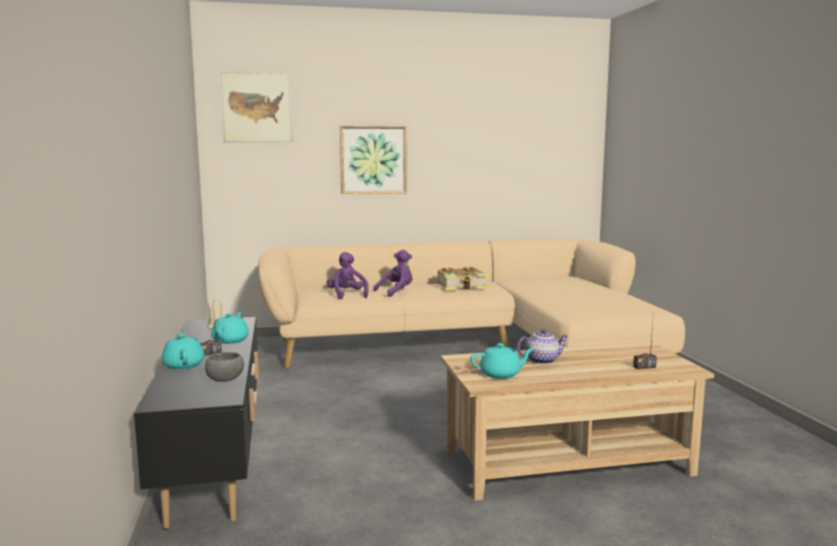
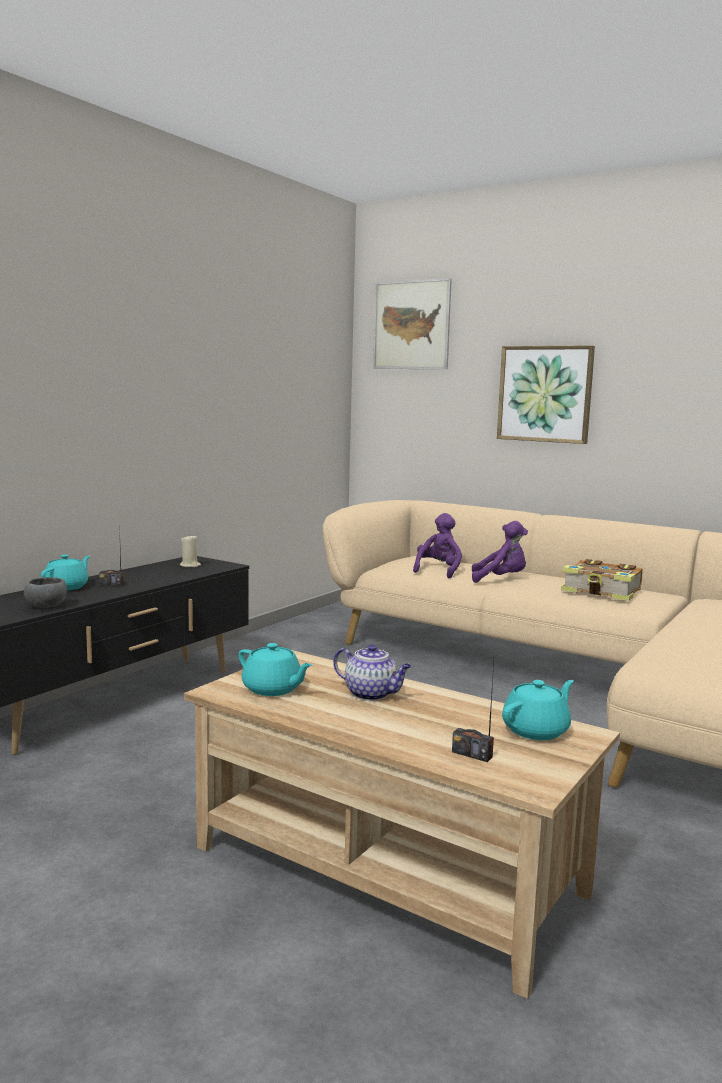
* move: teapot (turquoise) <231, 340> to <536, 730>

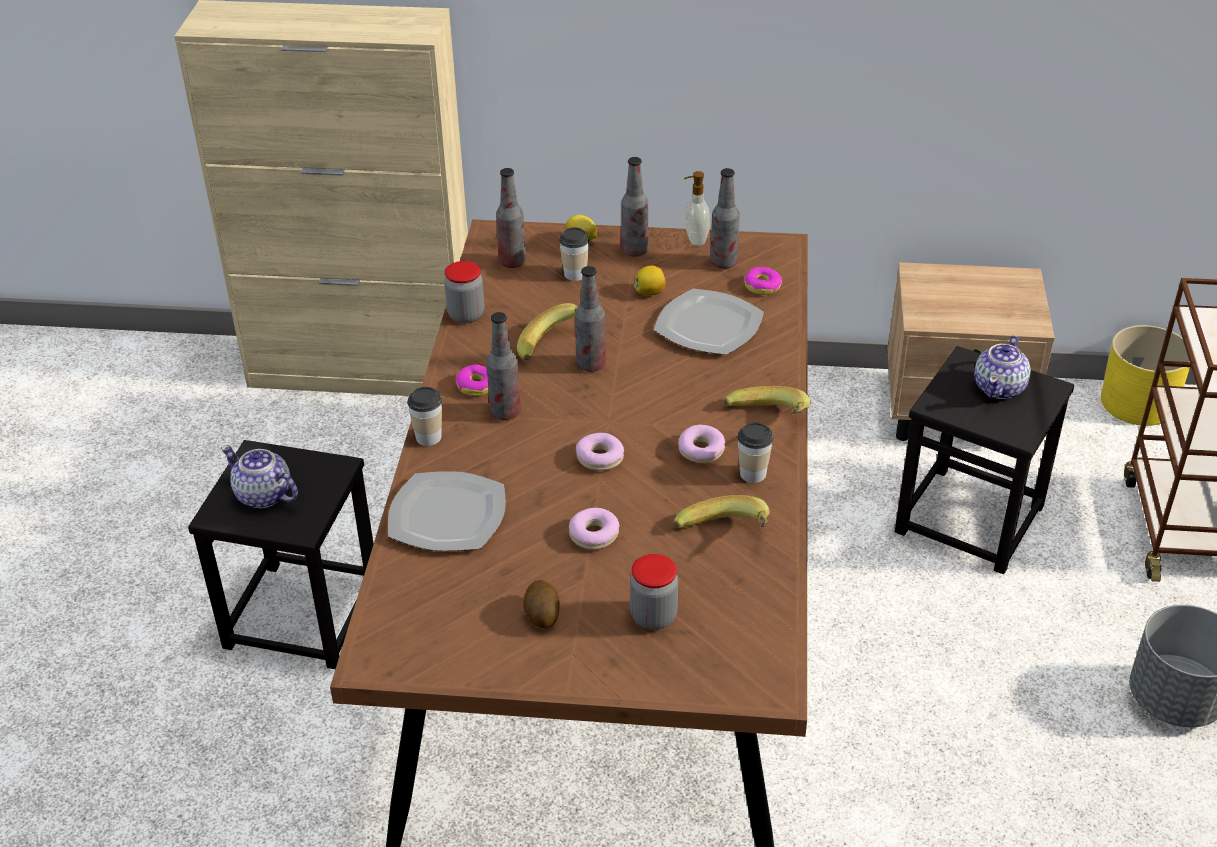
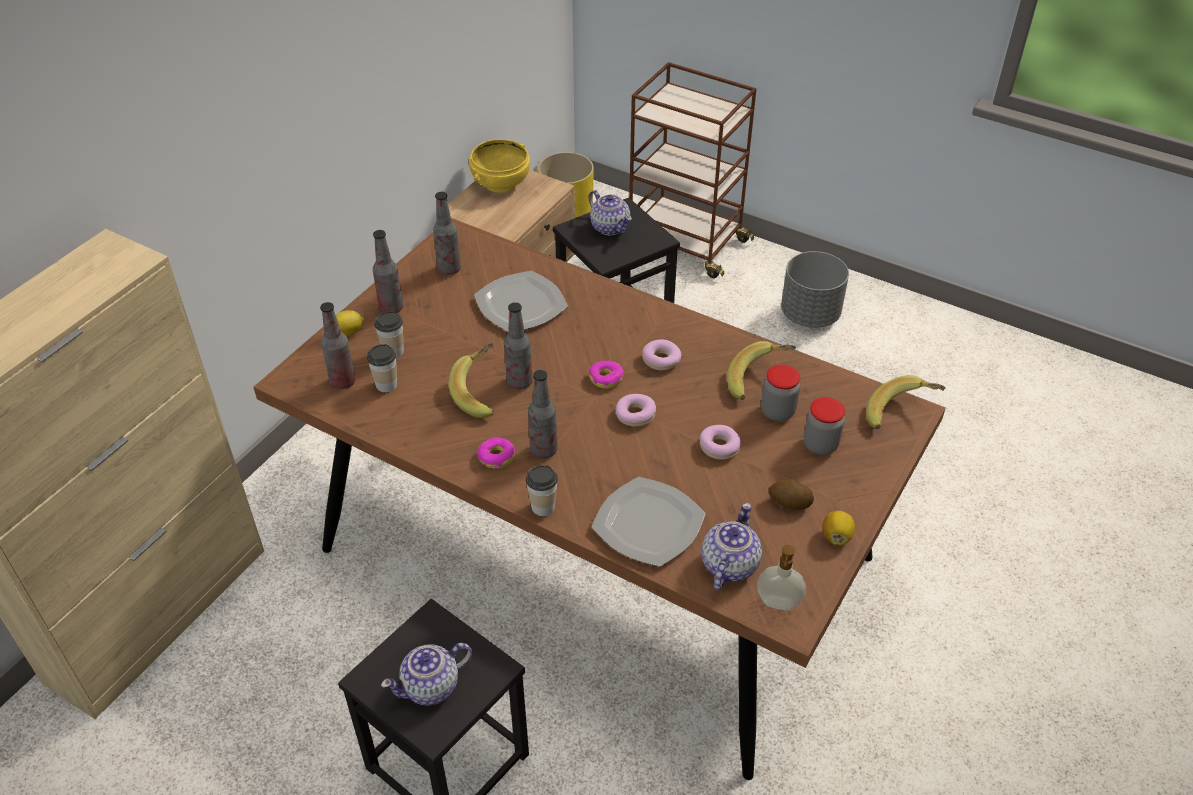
* insert: bowl (yellow) <500, 183>
* insert: teapot <728, 565>
* move: jar <466, 315> to <777, 411>
* move: lemon <650, 292> to <836, 536>
* move: soap dispenser <695, 239> to <778, 604>
* move: banana <767, 421> to <901, 415>
* move: cup <753, 473> to <386, 385>
* move: donut <762, 286> to <606, 378>

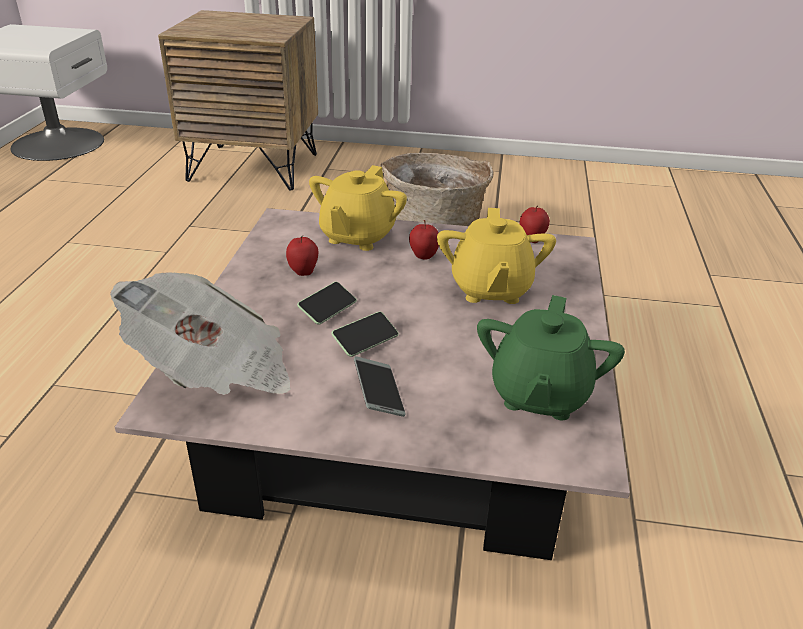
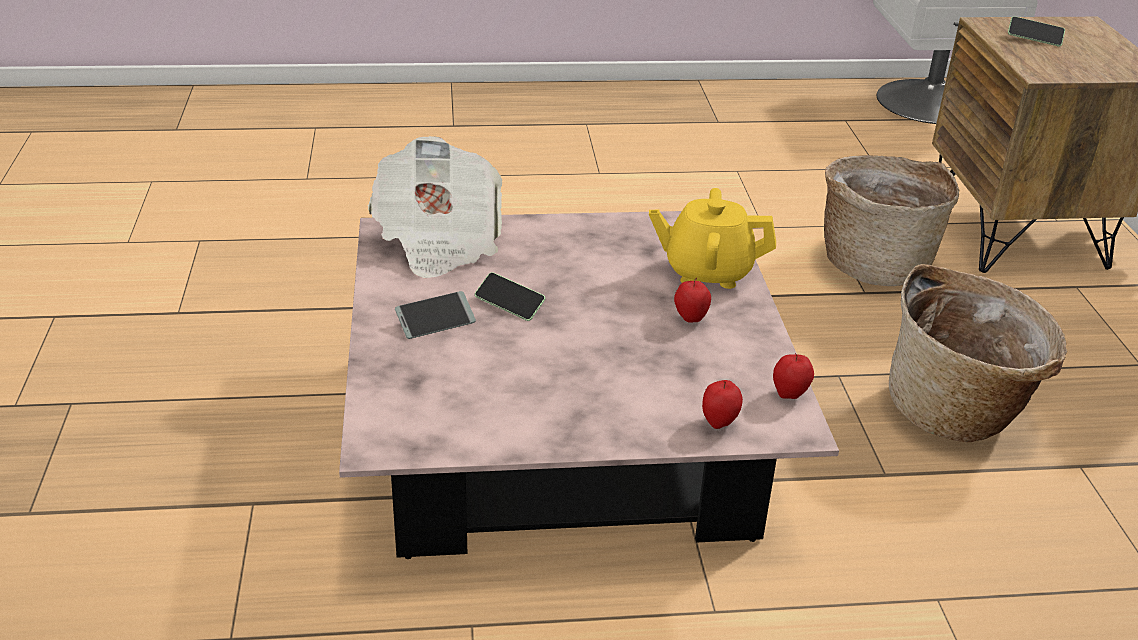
* delete: teapot (yellow) <490, 289>
* delete: teapot (green) <539, 395>
* insert: basket <875, 264>
* move: apple <303, 272> to <719, 422>
* move: phone <328, 310> to <1034, 39>

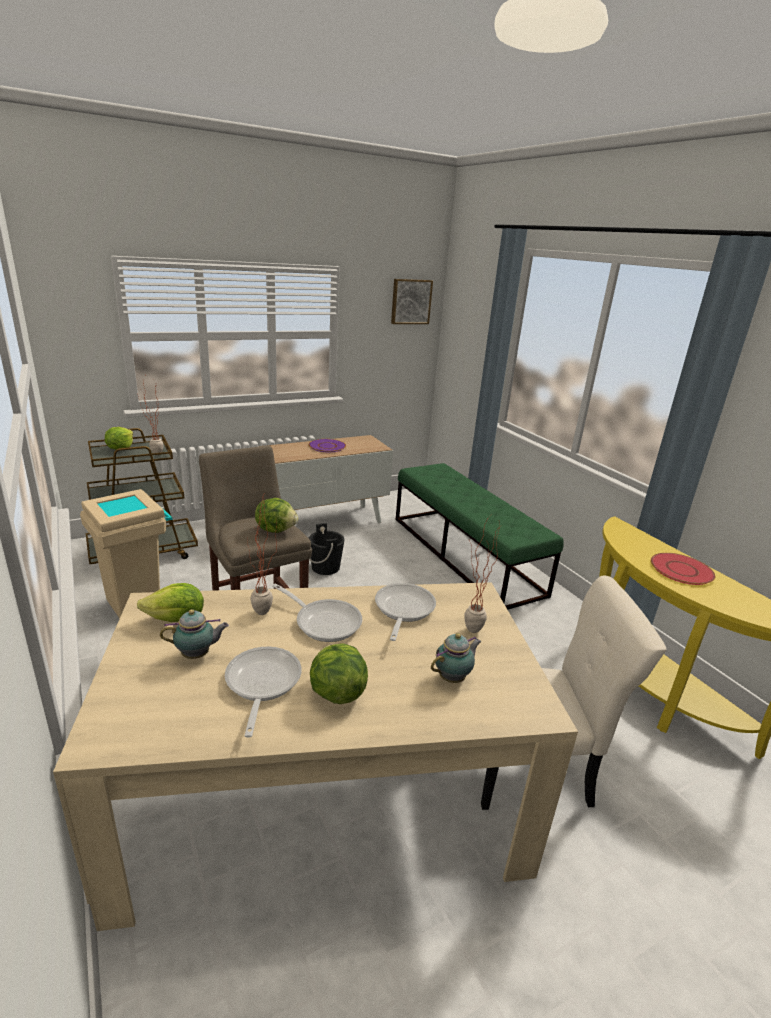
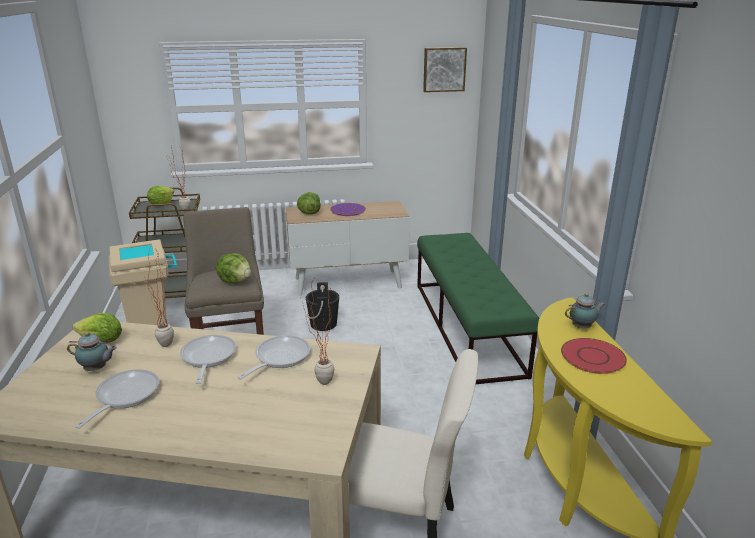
* move: lettuce <336, 692> to <309, 213>
* move: teapot <453, 678> to <582, 327>
* rotate: frying pan <324, 621> = <207, 358> 150 degrees counterclockwise

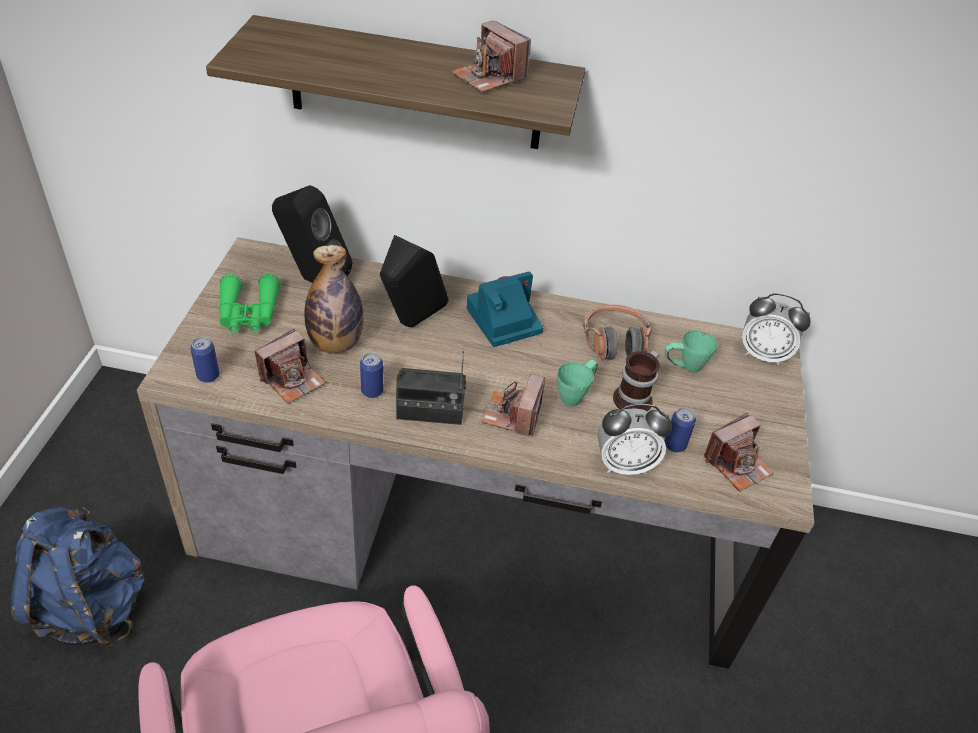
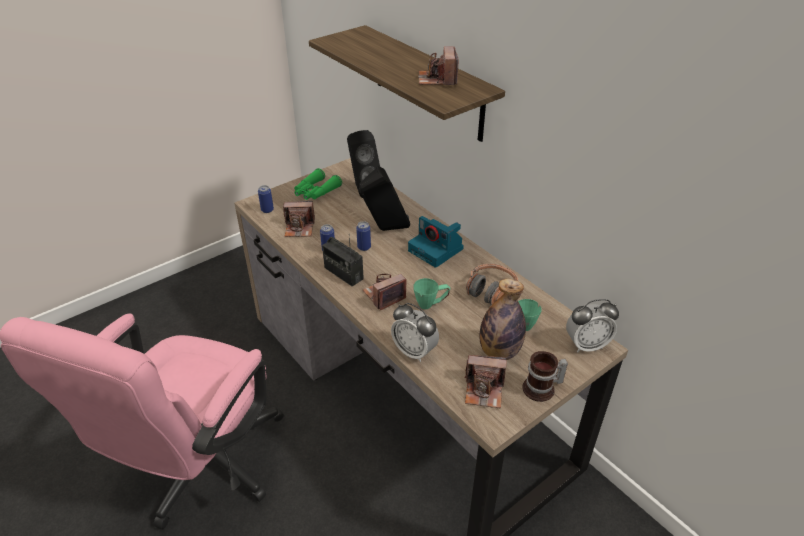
* delete: backpack (blue) <92, 606>
* move: bottle <335, 343> to <499, 352>
* move: mug <636, 398> to <542, 389>
* move: can <674, 445> to <364, 247>
* rotate: photo camera <503, 321> = <437, 250> 150 degrees counterclockwise
* rotate: alarm clock <763, 354> = <586, 345> 75 degrees counterclockwise

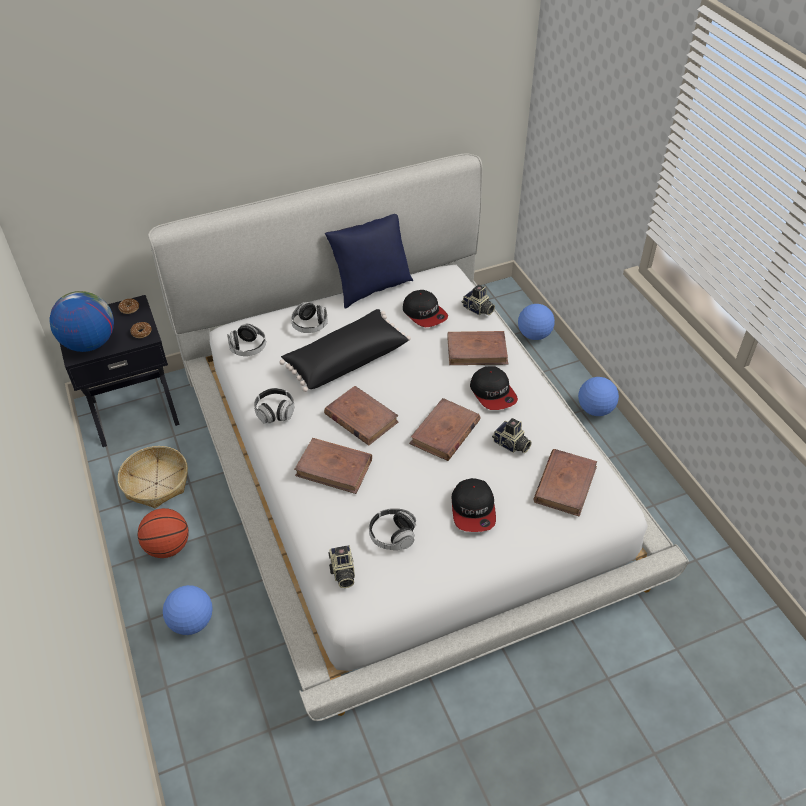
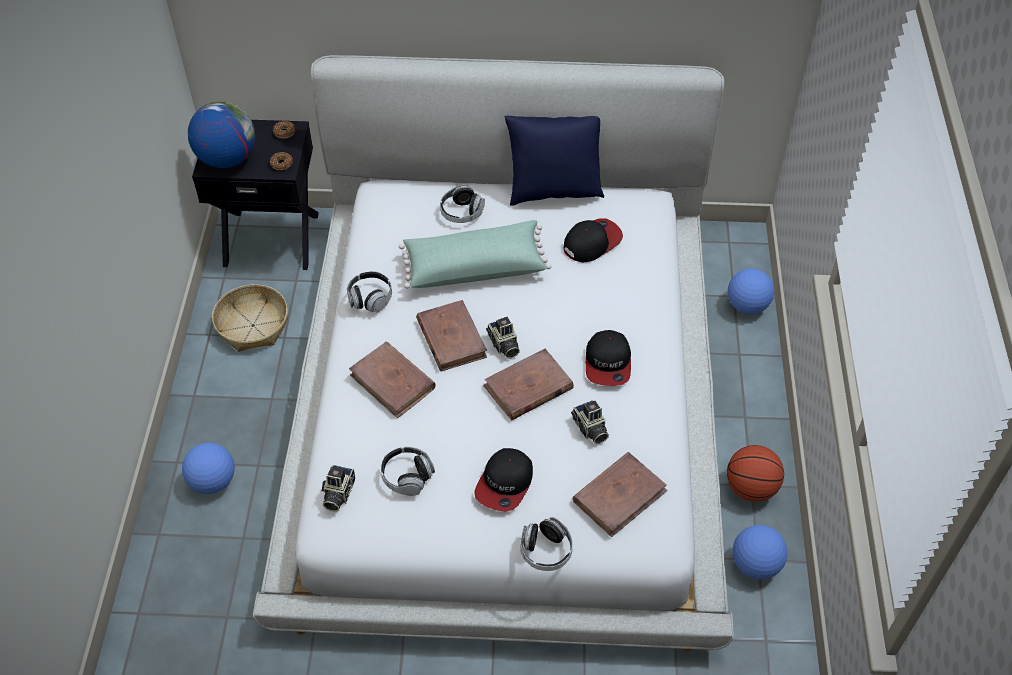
* delete: book (brown) <477, 351>
* move: basketball <168, 547> to <750, 488>
* move: headphones <248, 348> to <546, 551>
* move: photo camera <478, 309> to <503, 345>
* move: football <595, 410> to <755, 565>
* recolor: pillow (black) <345, 360> to pillow (green) <474, 266>
* rotate: cap <425, 313> = <592, 242> 120 degrees counterclockwise

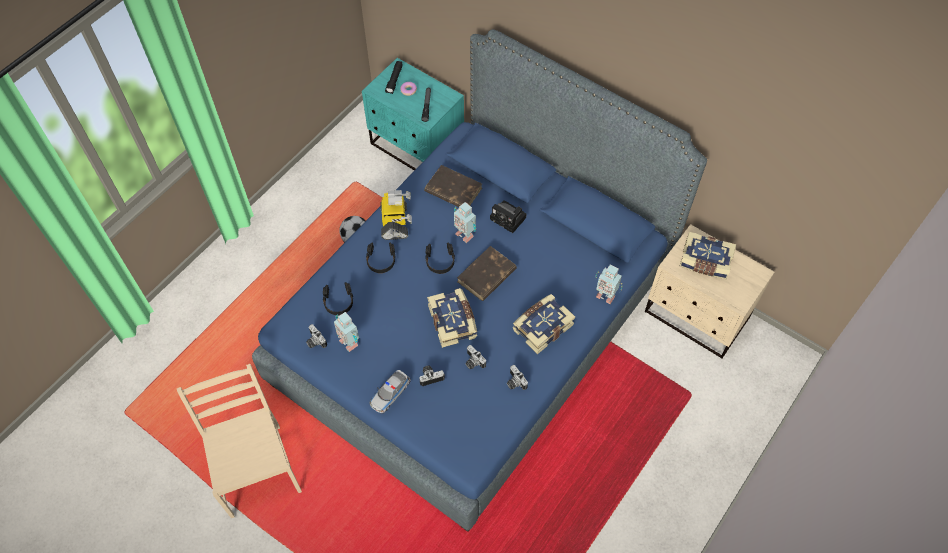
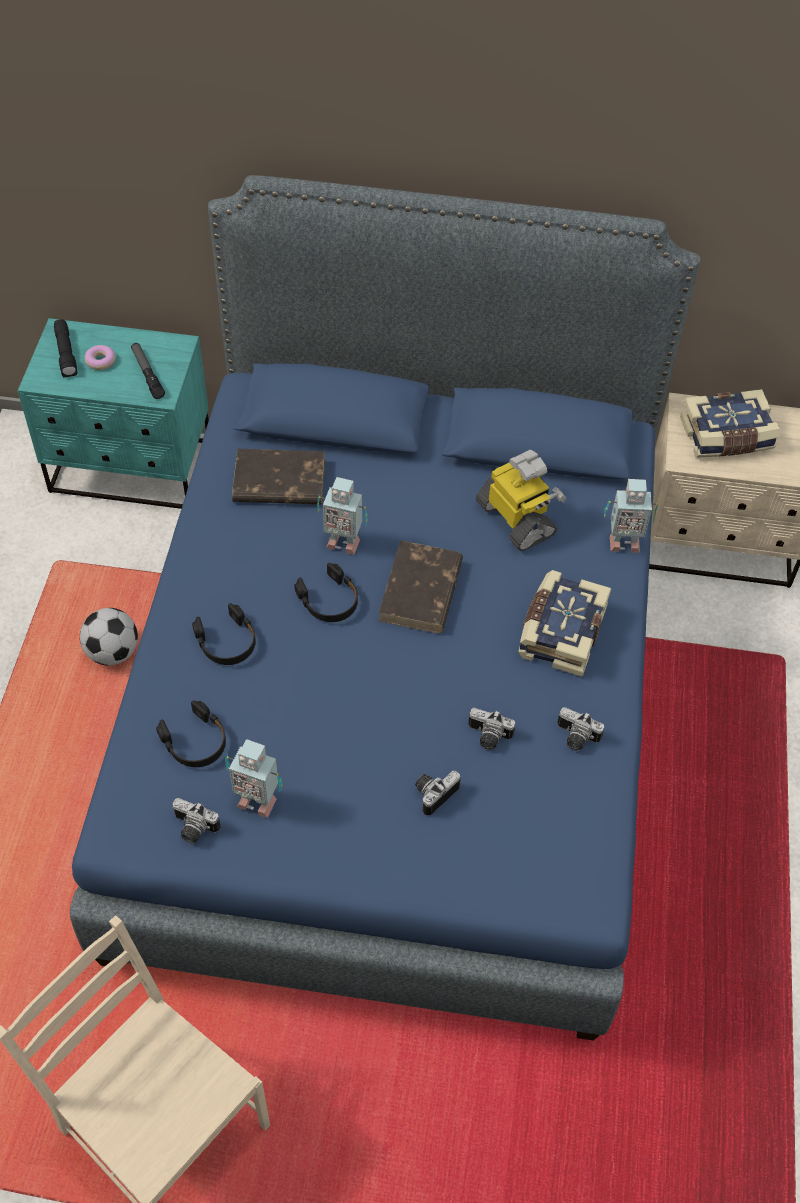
* delete: toy car <390, 393>
* delete: book <453, 321>
* delete: photo camera <509, 219>
* move: toy robot <395, 222> to <517, 519>

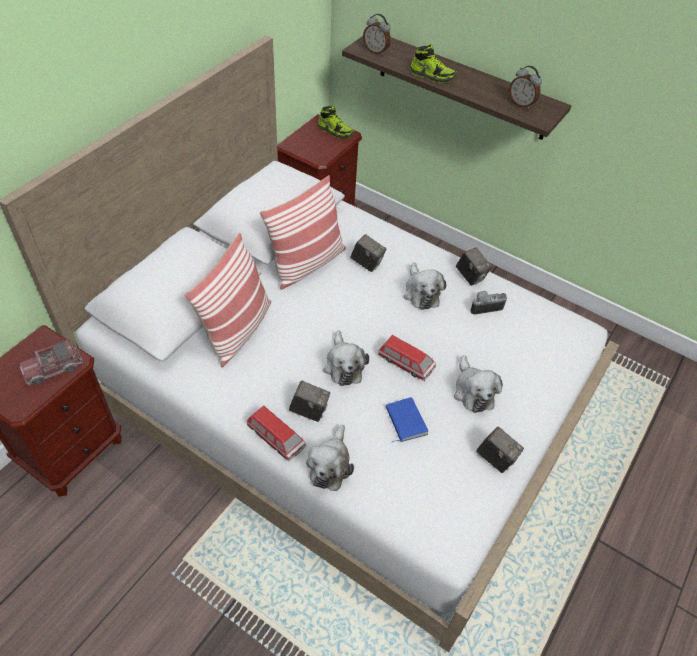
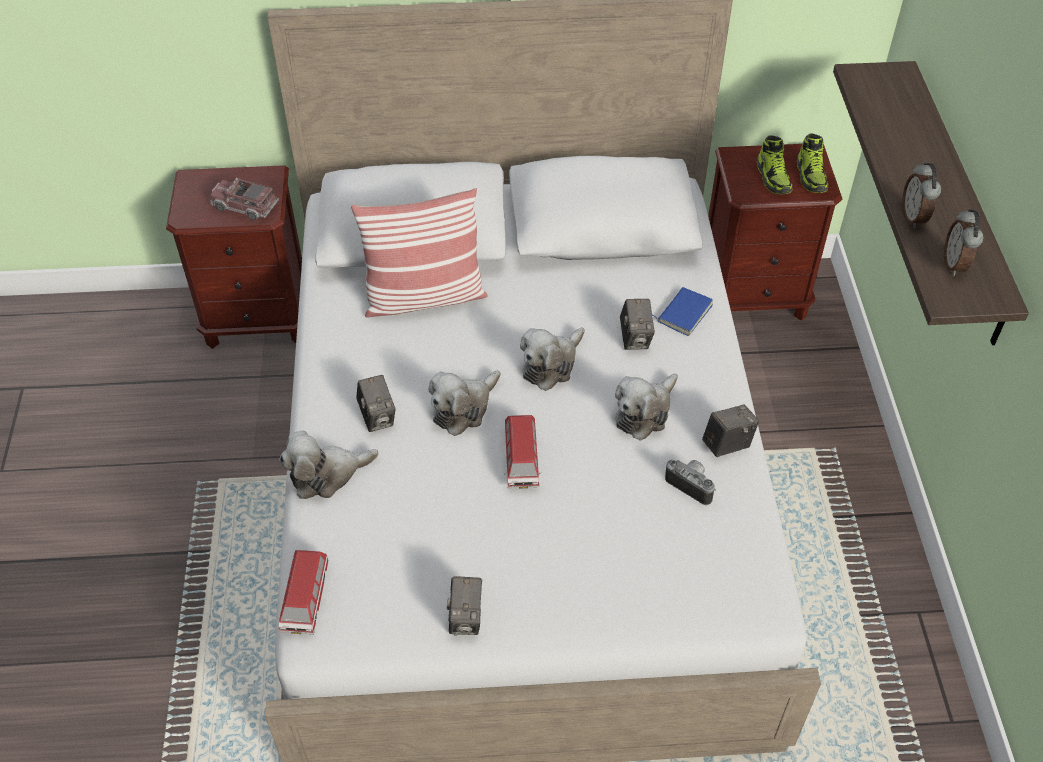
* delete: pillow <307, 263>
* move: toy car <276, 438> to <305, 599>
* move: alarm clock <376, 51> to <914, 217>
* move: book (blue) <404, 421> to <683, 312>
* move: shoe <432, 76> to <773, 177>
* move: plush toy <473, 391> to <551, 364>
* rotate: photo camera <470, 276> = <727, 444> 135 degrees counterclockwise

